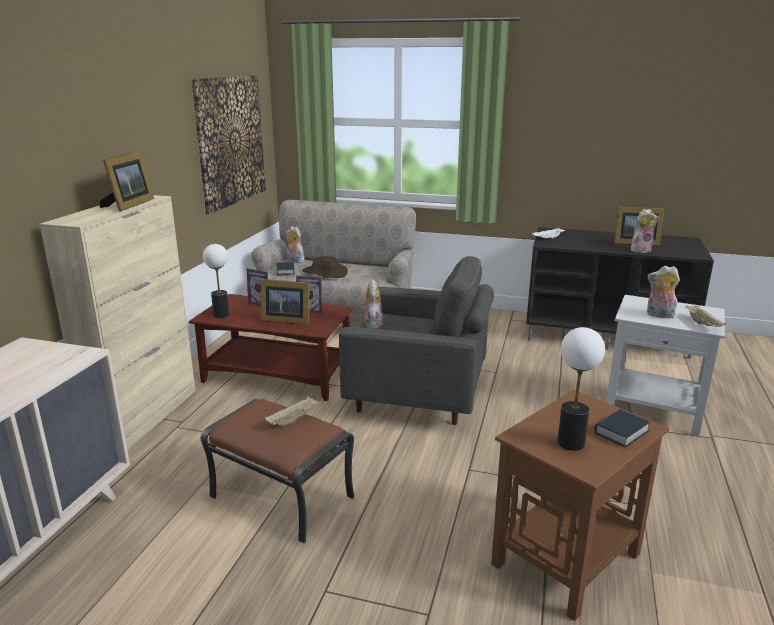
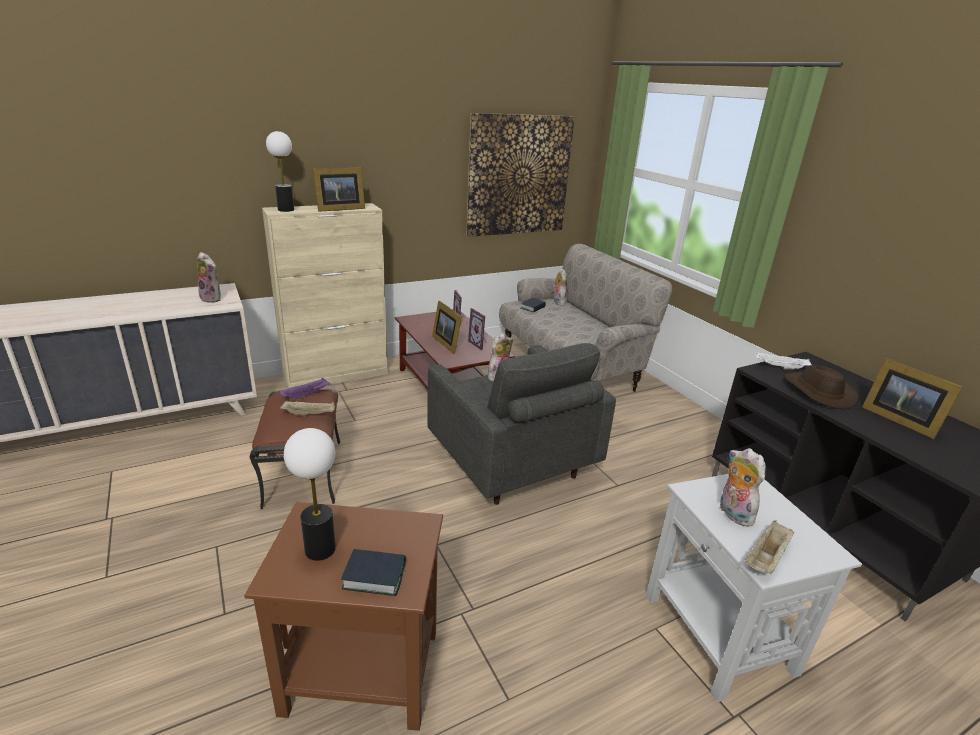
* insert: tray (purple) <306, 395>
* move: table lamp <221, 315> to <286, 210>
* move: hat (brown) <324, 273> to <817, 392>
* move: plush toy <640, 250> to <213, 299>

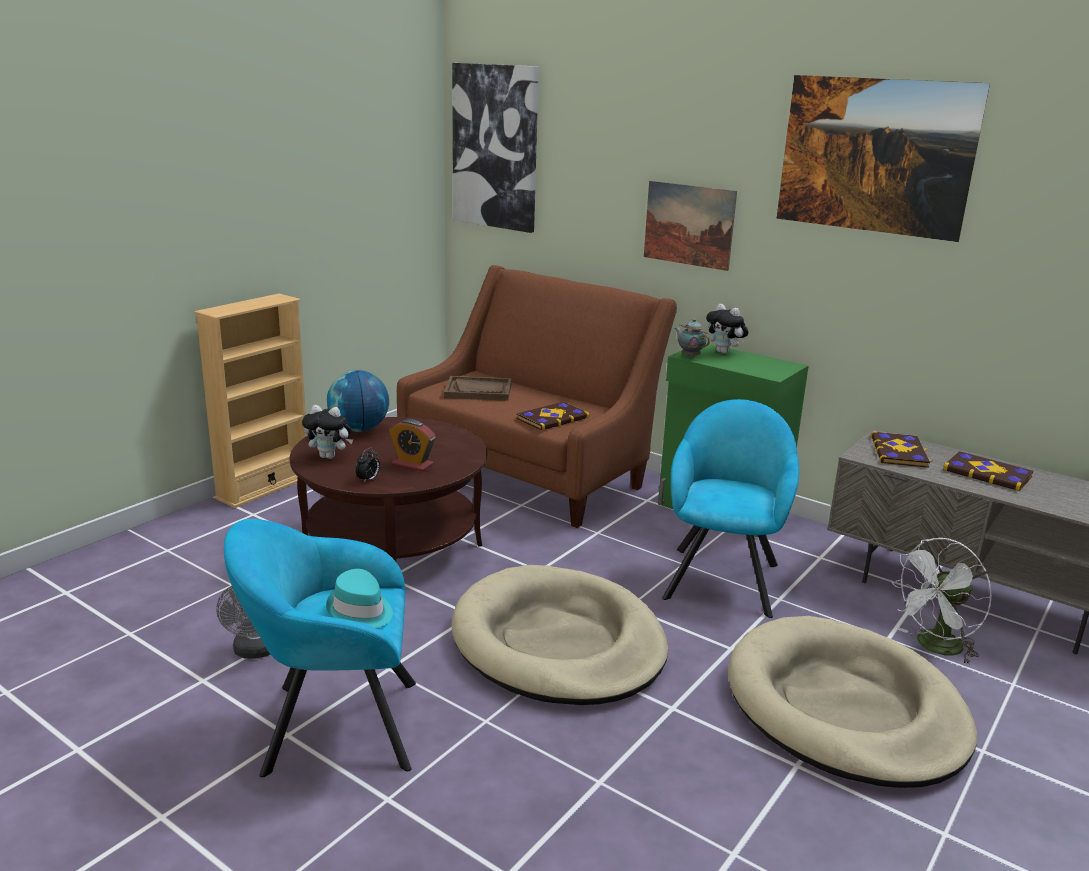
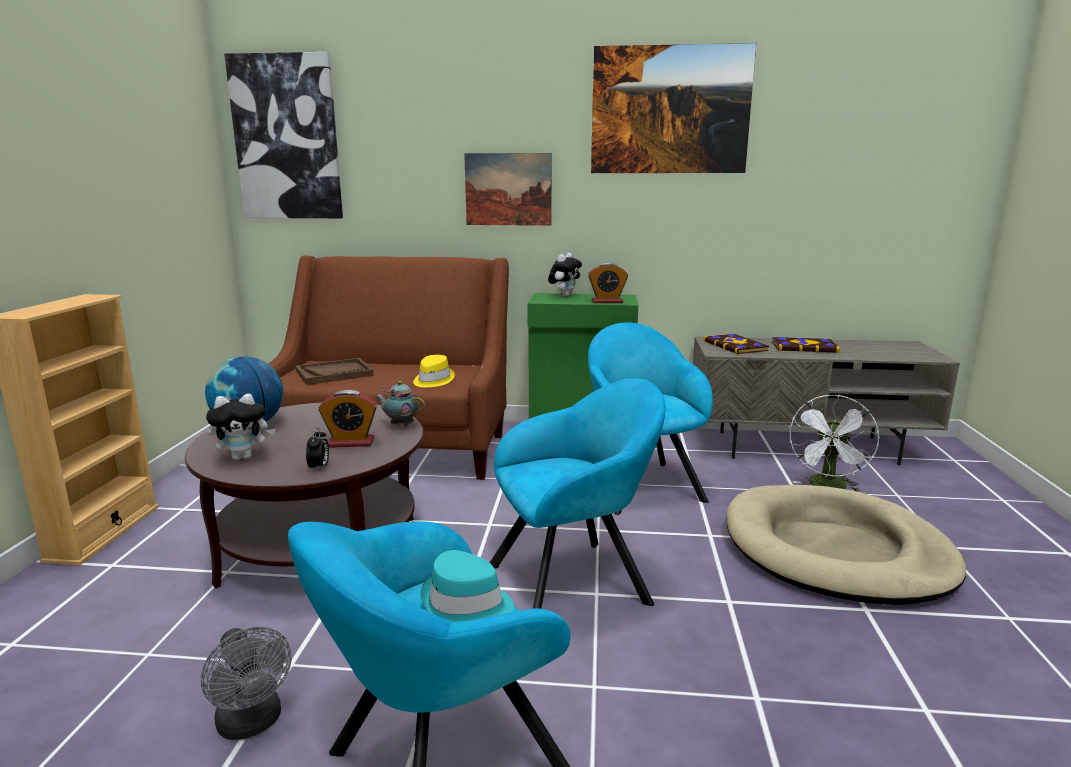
* insert: alarm clock <607, 301>
* move: teapot <689, 356> to <401, 425>
* replace: dog bed (beige) <558, 643> to armchair (turquoise) <576, 582>
* replace: book <552, 418> to hat (yellow) <432, 380>
* rotate: plush toy <725, 352> = <564, 296> 75 degrees counterclockwise

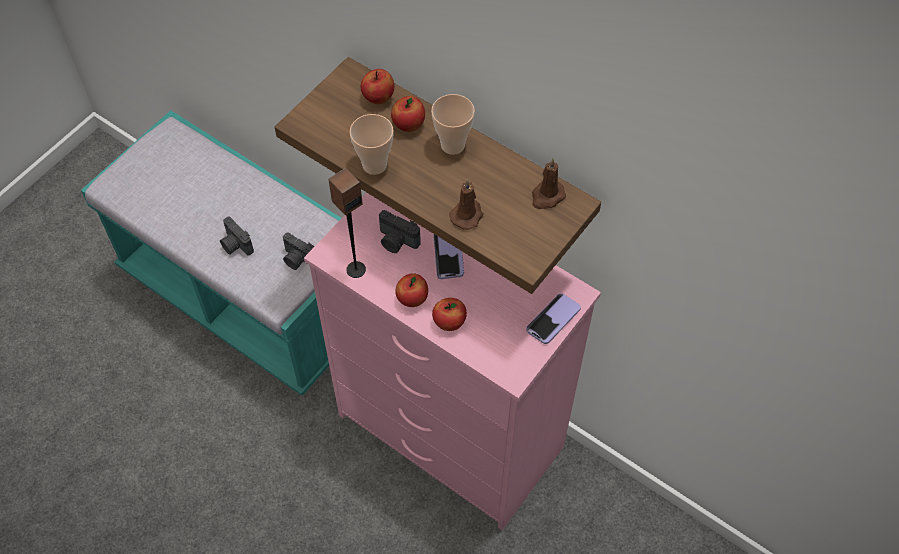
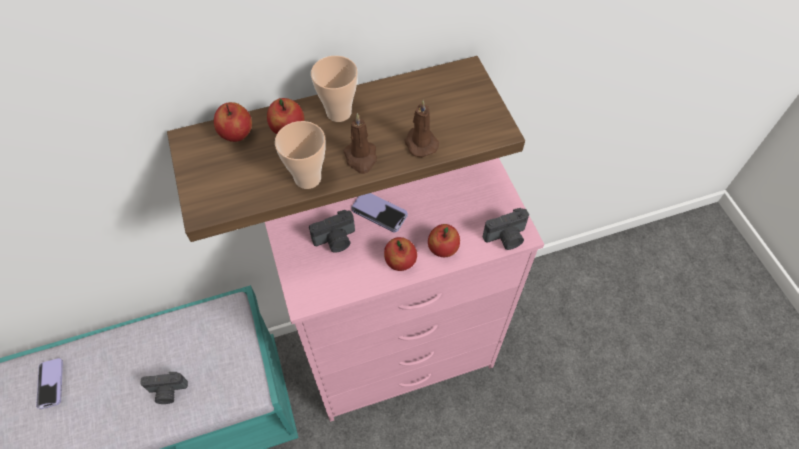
* delete: speaker <355, 269>
* move: photo camera <298, 260> to <506, 238>
* move: phone <553, 319> to <50, 384>
* move: candle (brown) <547, 196> to <361, 158>

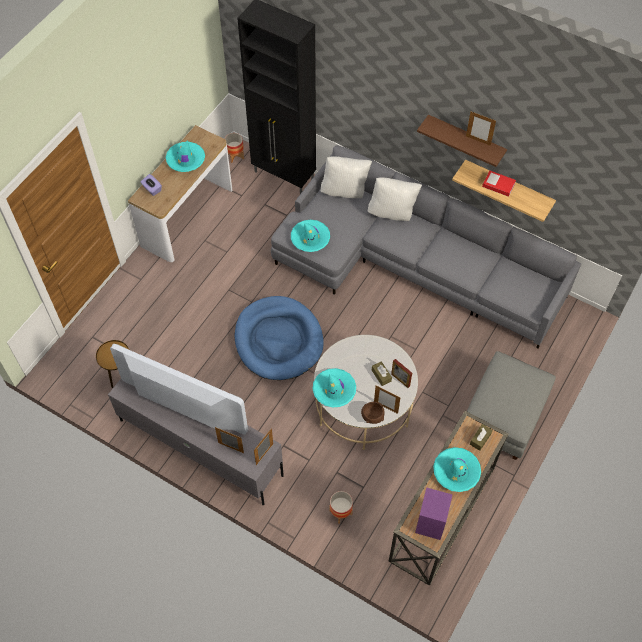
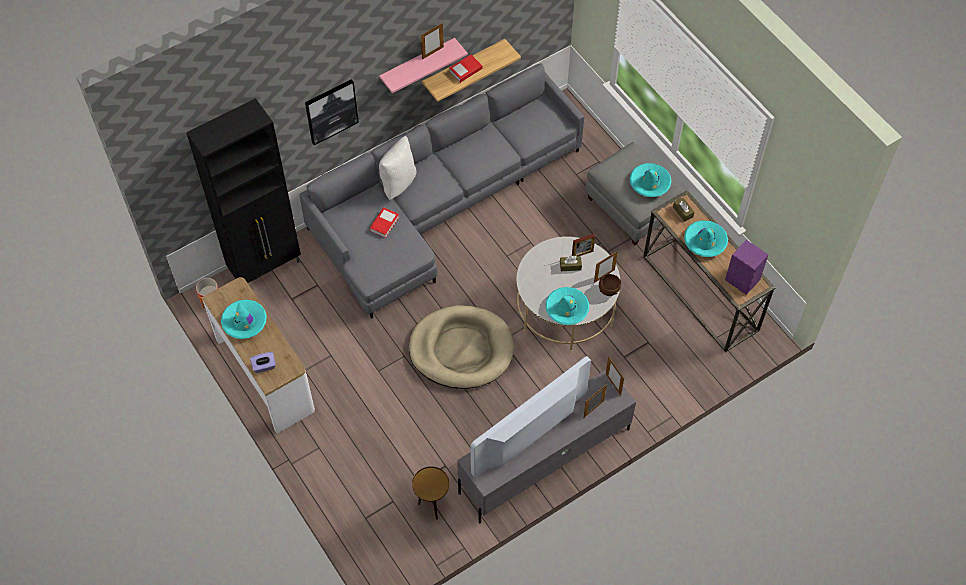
* delete: pillow (white) <345, 191>
* delete: planter <340, 512>
* insert: picture <331, 111>
* insert: book <384, 224>
* move: hat (turquoise) <310, 238> to <649, 183>
* recolor: dog bed (blue) <278, 340> to dog bed (beige) <461, 349>
* recolor: shelf (brown) <465, 140> to shelf (pink) <417, 65>

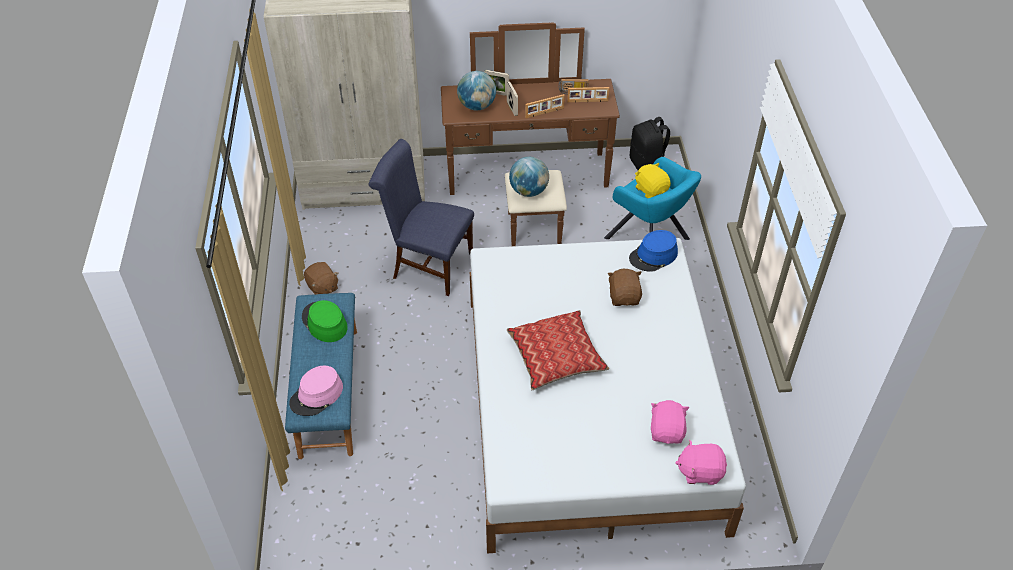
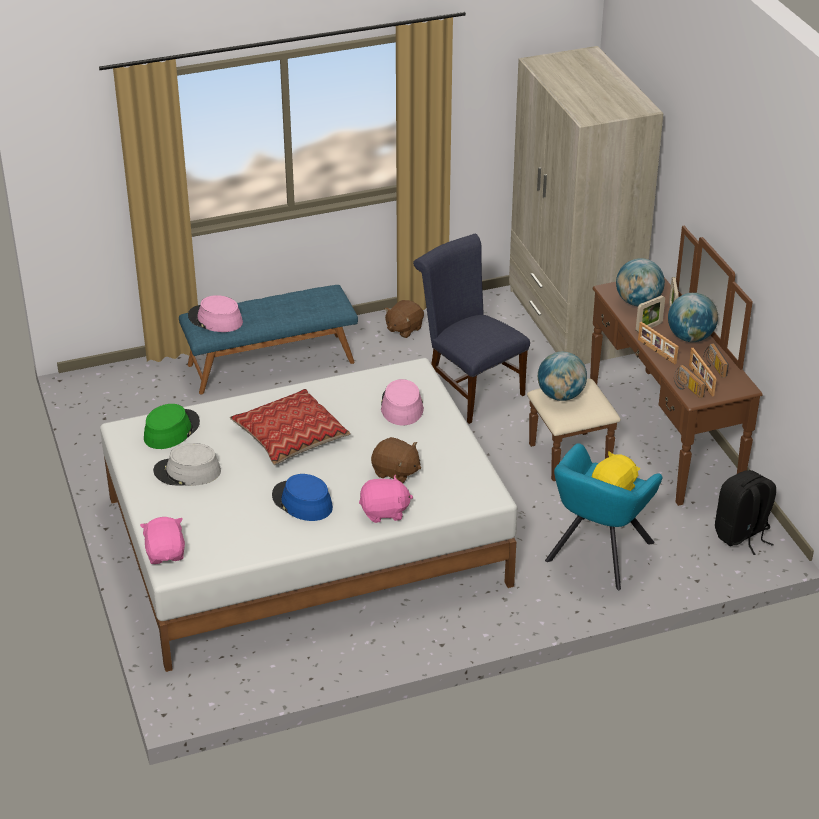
* insert: hat (grey) <187, 472>
* insert: hat (pink) <401, 405>
* insert: globe <690, 337>
* insert: radio <686, 388>
* move: hat (green) <324, 323> to <171, 430>
* move: hat (blue) <653, 256> to <302, 502>
* move: plush toy (pink) <667, 431> to <384, 512>
* rotate: chair (blue) <427, 264> = <469, 389> 45 degrees counterclockwise
* rotate: plush toy (brown) <624, 297> = <395, 472> 45 degrees clockwise

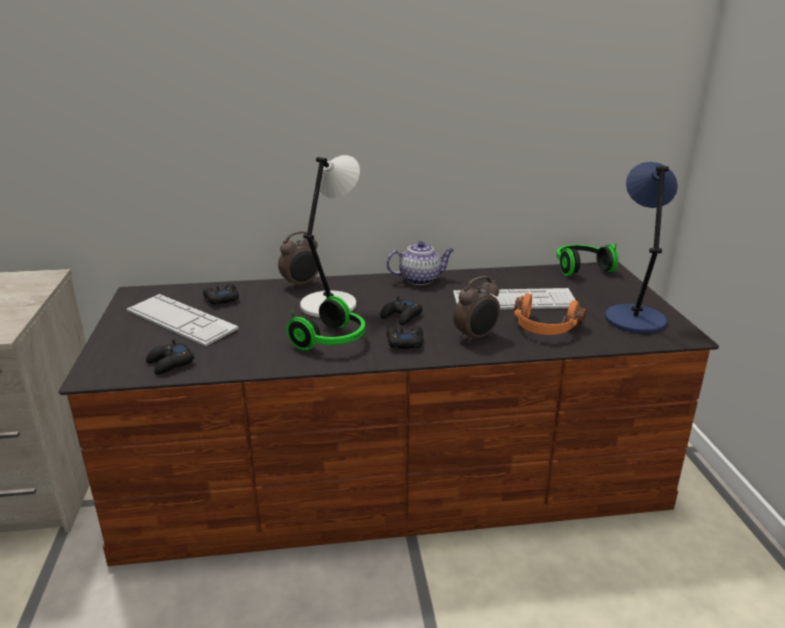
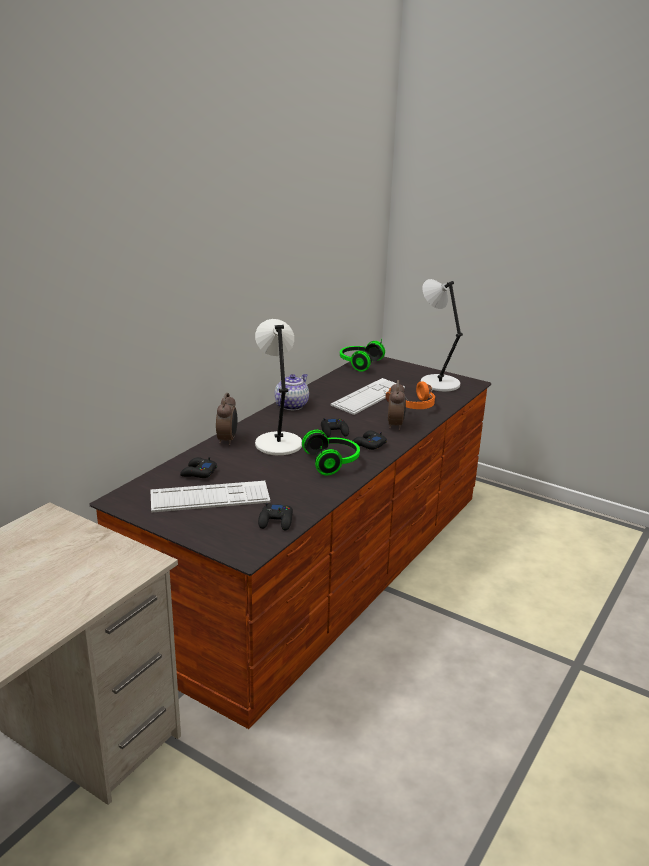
* recolor: table lamp (blue) <634, 318> to table lamp (grey) <438, 383>

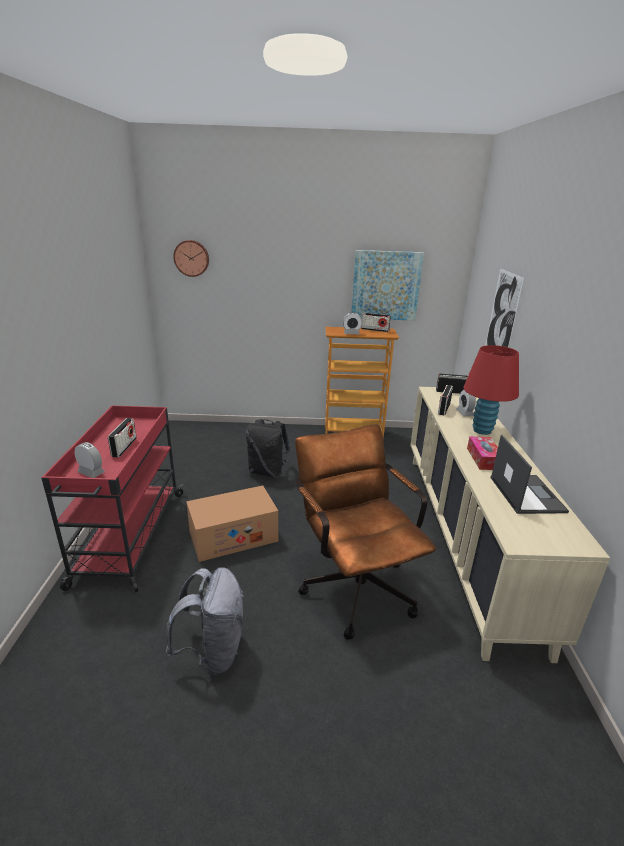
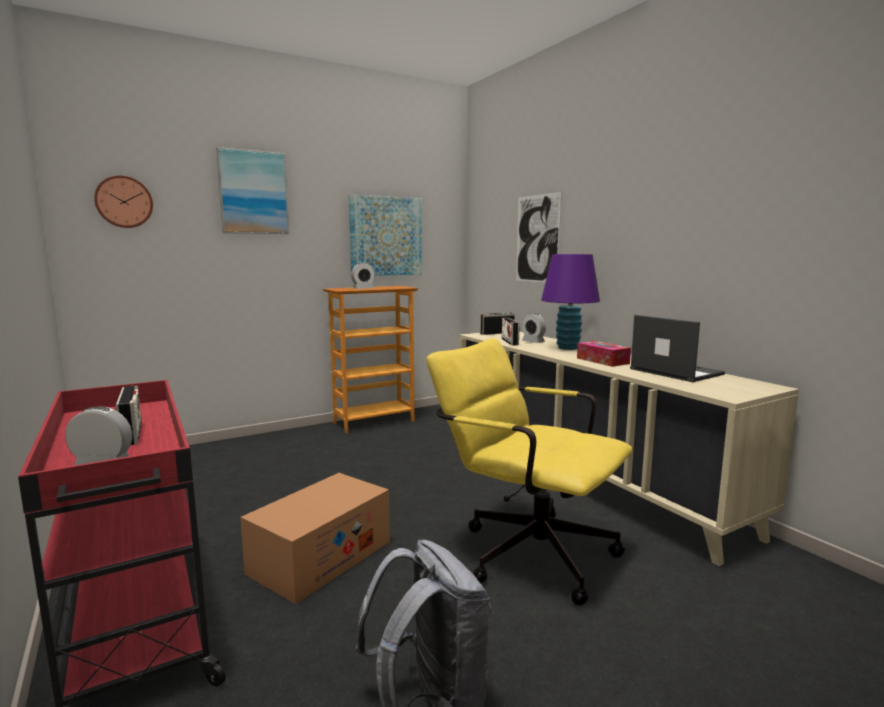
* delete: backpack (black) <267, 471>
* delete: radio <375, 330>
* insert: picture <253, 192>
* recolor: office chair (brown) <354, 583> to office chair (yellow) <525, 549>
* recolor: table lamp (red) <482, 430> to table lamp (purple) <568, 348>

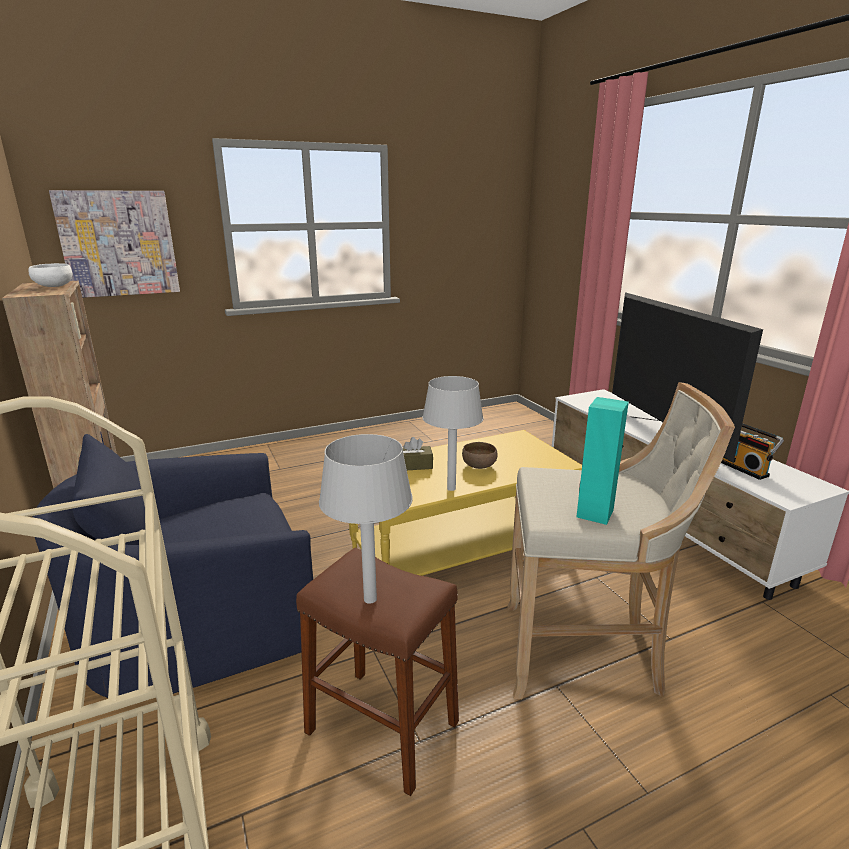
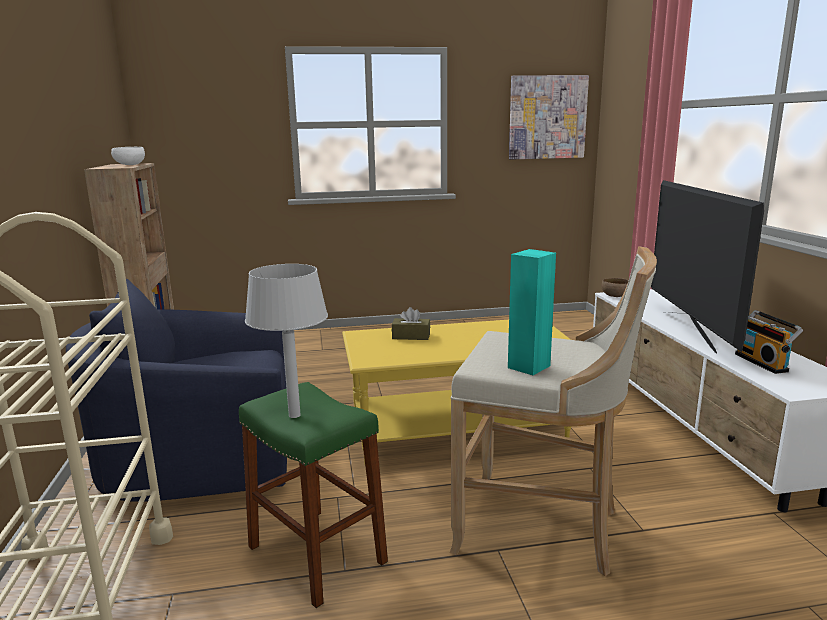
* delete: table lamp (grey) <451, 489>
* move: picture <118, 244> to <547, 117>
* move: bowl (brown) <479, 465> to <615, 296>
* recolor: stool (brown) <382, 727> to stool (green) <316, 554>

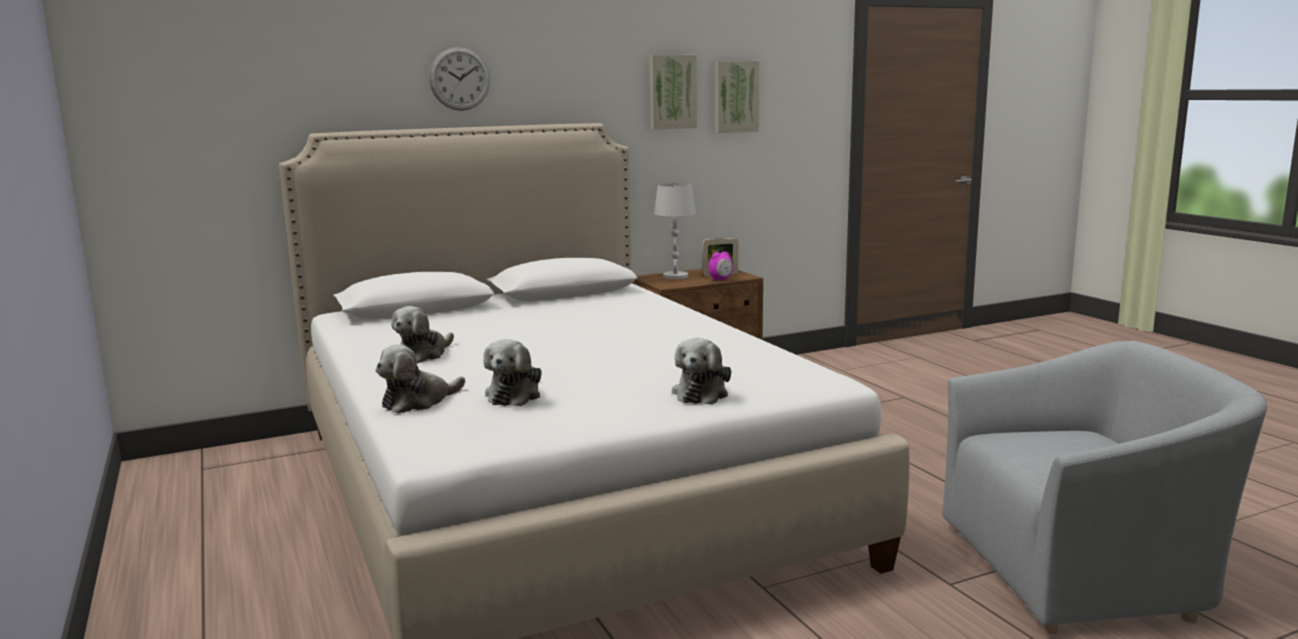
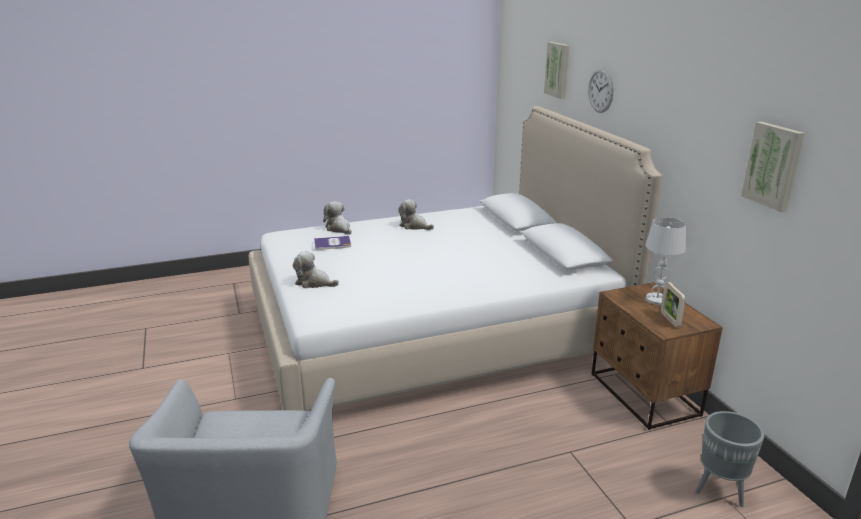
* delete: alarm clock <720, 279>
* insert: planter (grey) <720, 491>
* move: picture <671, 92> to <558, 70>
* replace: plush toy <515, 395> to book <332, 243>

